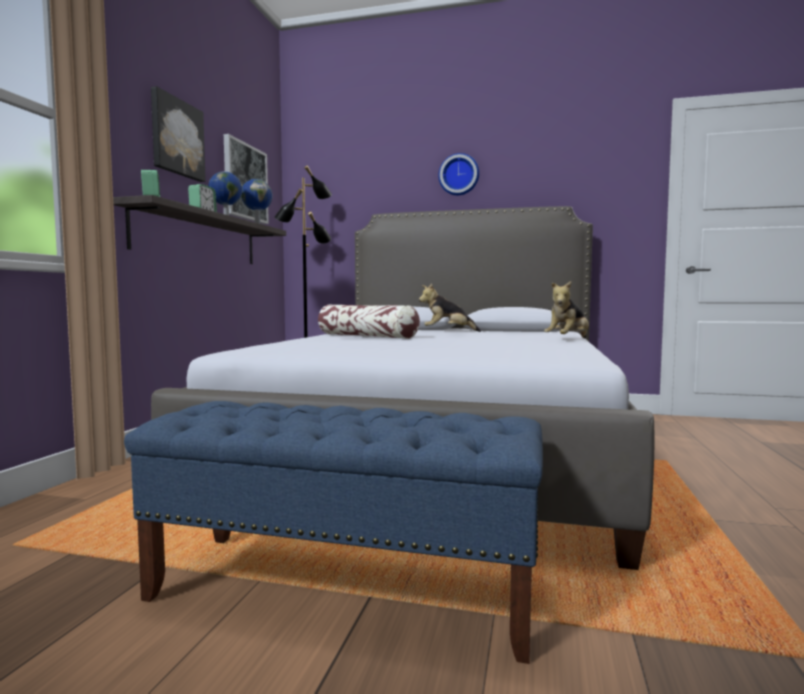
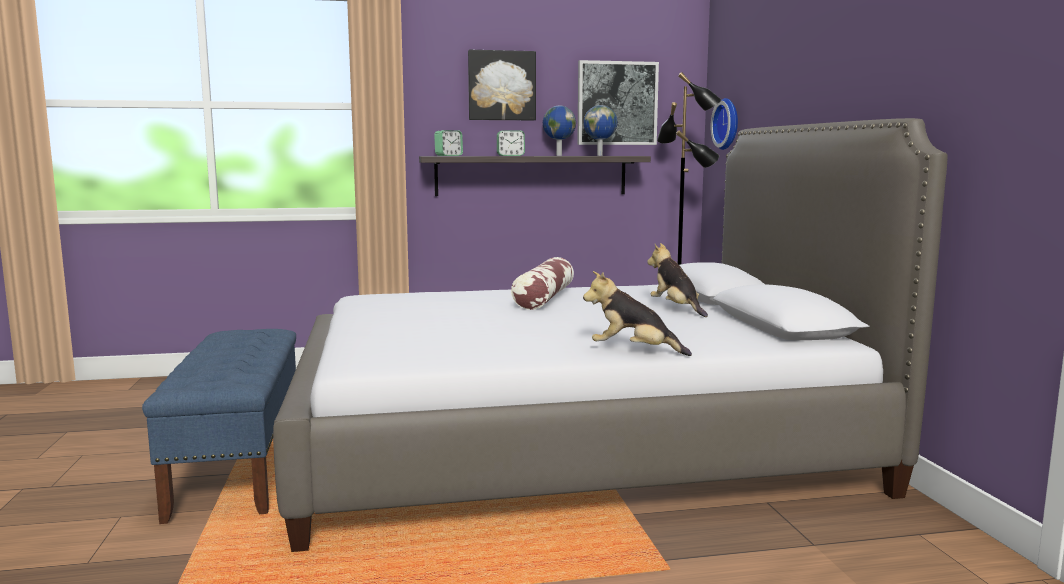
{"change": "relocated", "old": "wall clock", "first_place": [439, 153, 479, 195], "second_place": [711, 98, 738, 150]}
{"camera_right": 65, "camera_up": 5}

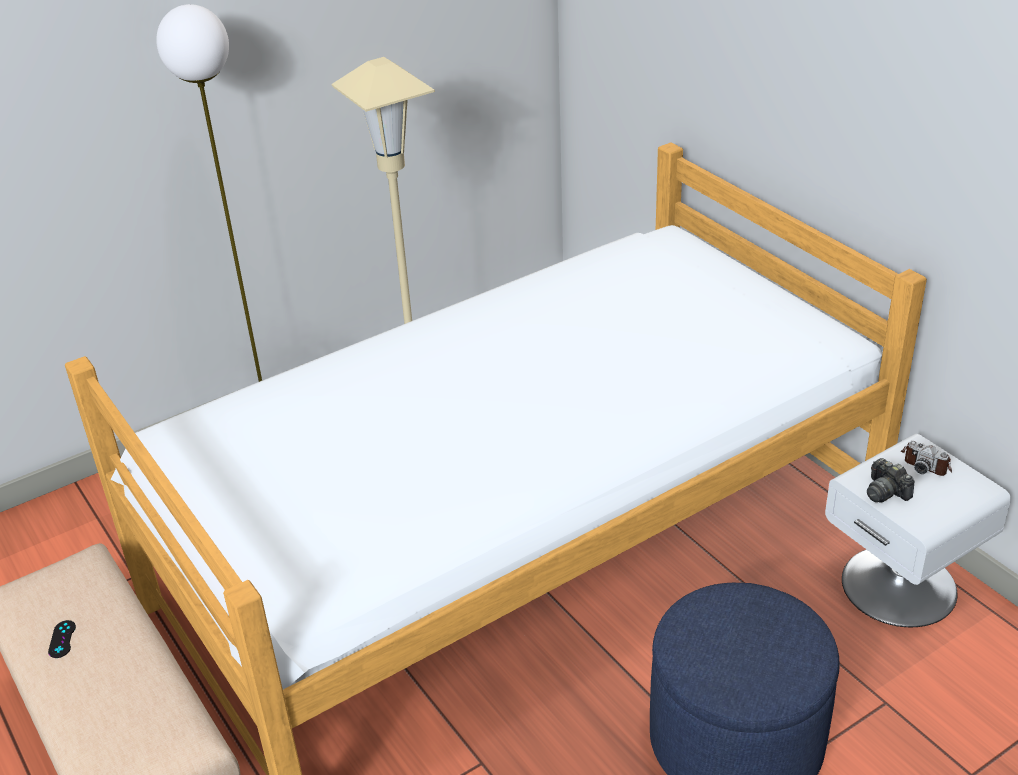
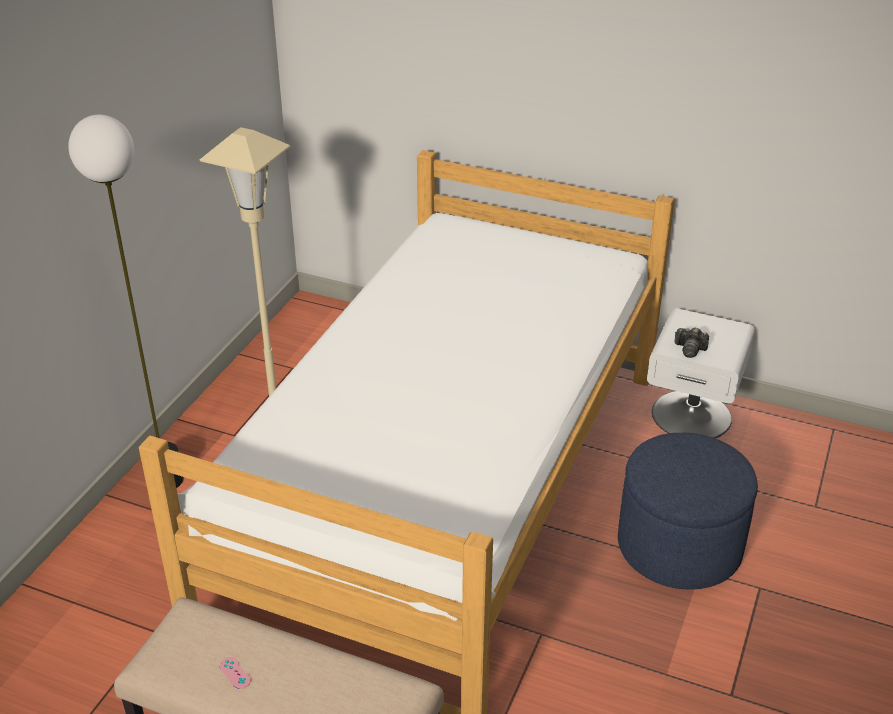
{"change": "missing", "old": "photo camera", "first_place": [901, 441, 952, 476]}
{"change": "colour", "old": "black game controller", "new": "pink game controller", "first_place": [48, 620, 76, 658], "second_place": [220, 657, 251, 689]}
{"camera_right": -35, "camera_up": 0}

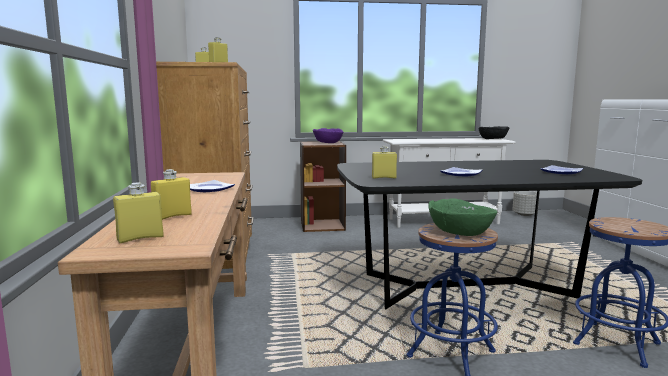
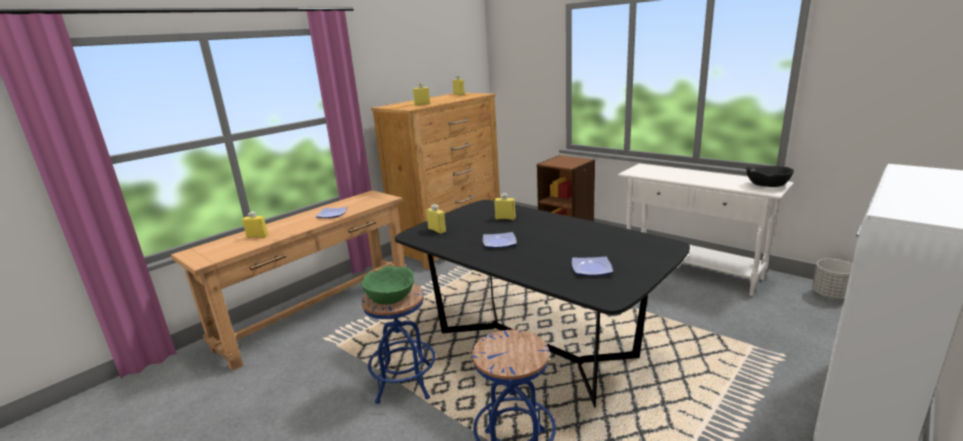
{"change": "missing", "old": "purple bowl", "first_place": [313, 128, 343, 143]}
{"change": "relocated", "old": "yellow bottle", "first_place": [113, 183, 164, 243], "second_place": [494, 193, 516, 220]}
{"camera_right": 50, "camera_up": 10}

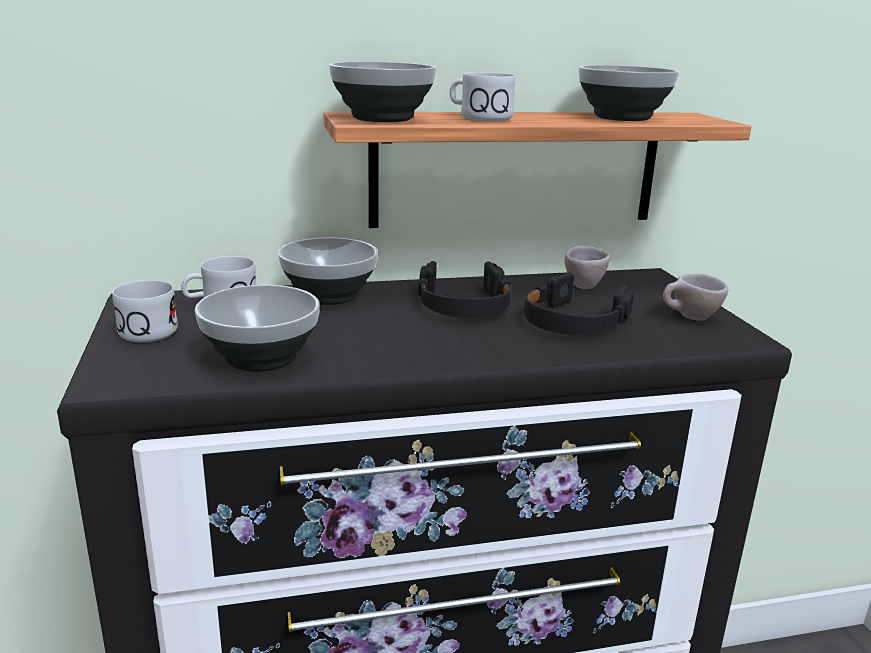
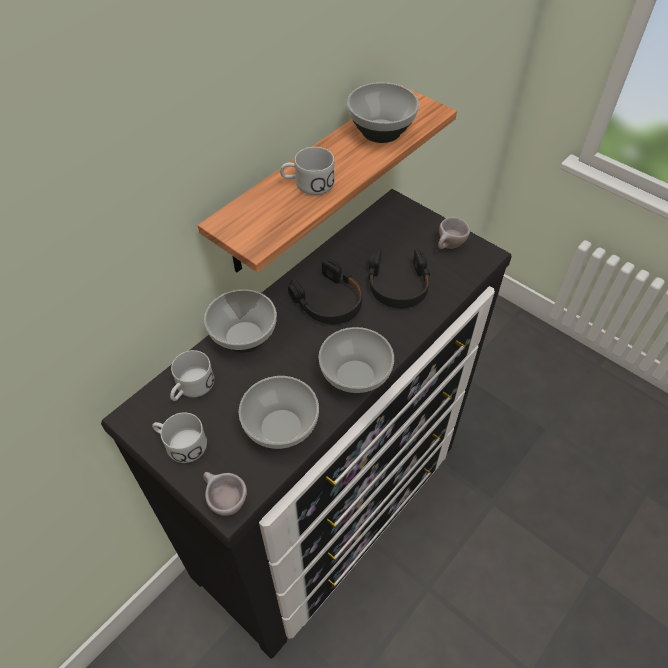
{"change": "relocated", "old": "bowl", "first_place": [329, 62, 436, 122], "second_place": [319, 327, 394, 394]}
{"change": "relocated", "old": "beige cup", "first_place": [565, 246, 610, 289], "second_place": [203, 472, 247, 516]}
{"camera_right": -35, "camera_up": 30}

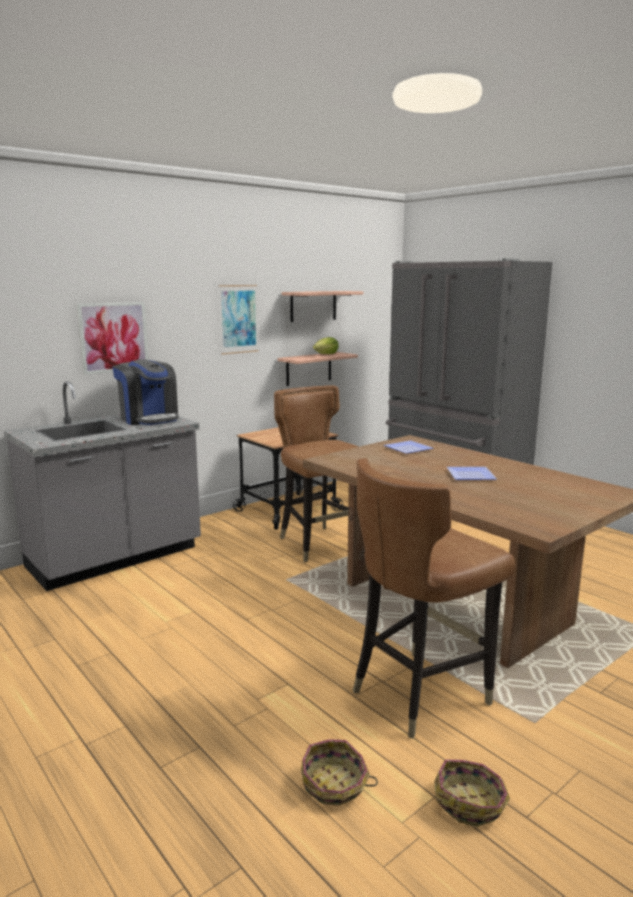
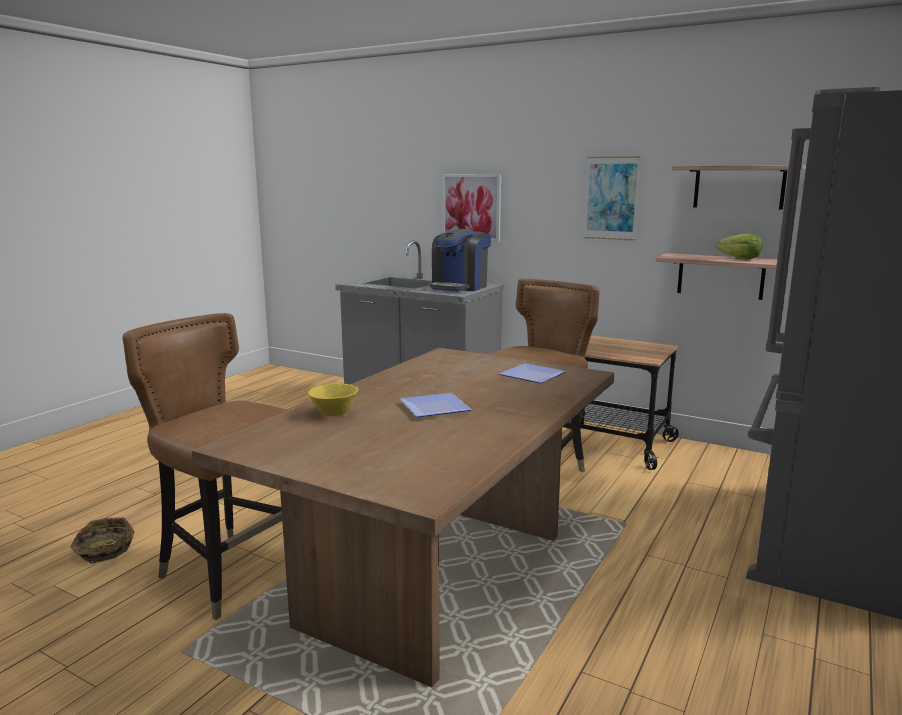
{"change": "missing", "old": "basket", "first_place": [434, 759, 510, 827]}
{"change": "appeared", "new": "yellow bowl", "second_place": [308, 383, 358, 416]}
{"camera_right": 70, "camera_up": 0}

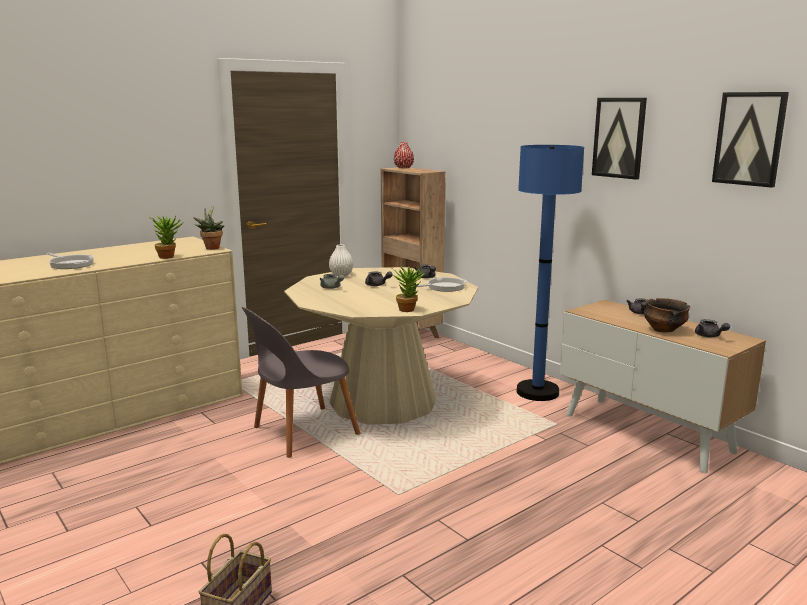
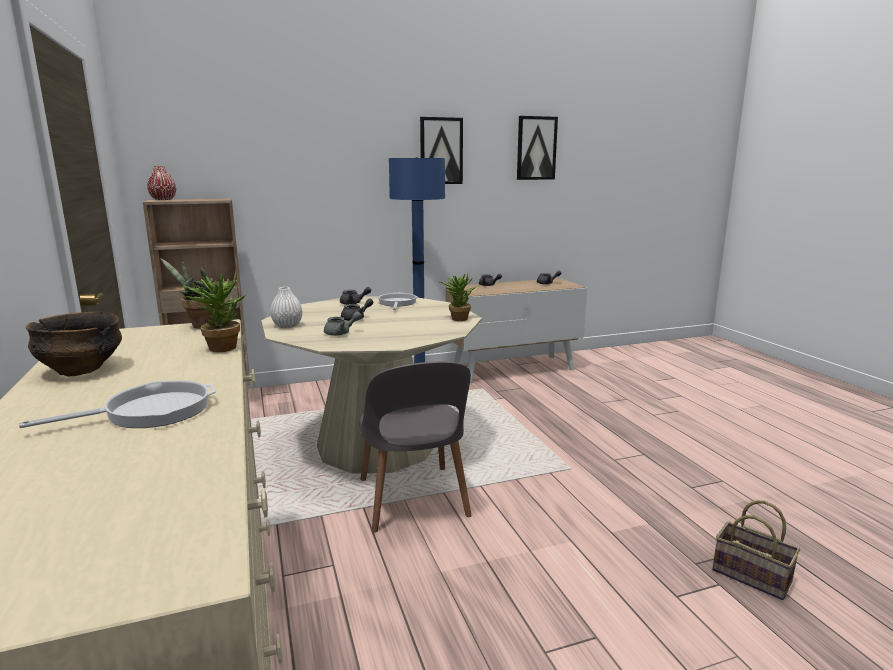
{"change": "relocated", "old": "bowl", "first_place": [644, 298, 690, 333], "second_place": [26, 312, 122, 376]}
{"camera_right": -70, "camera_up": 0}

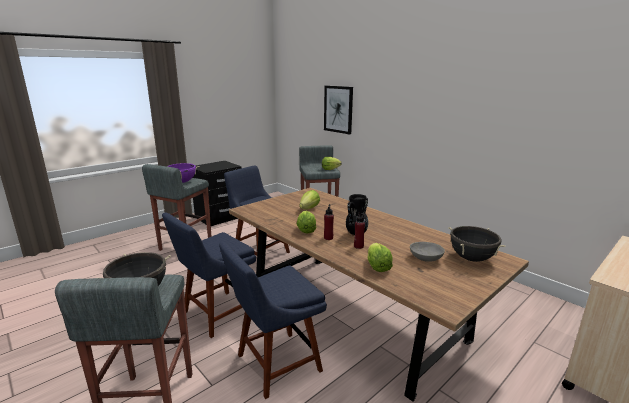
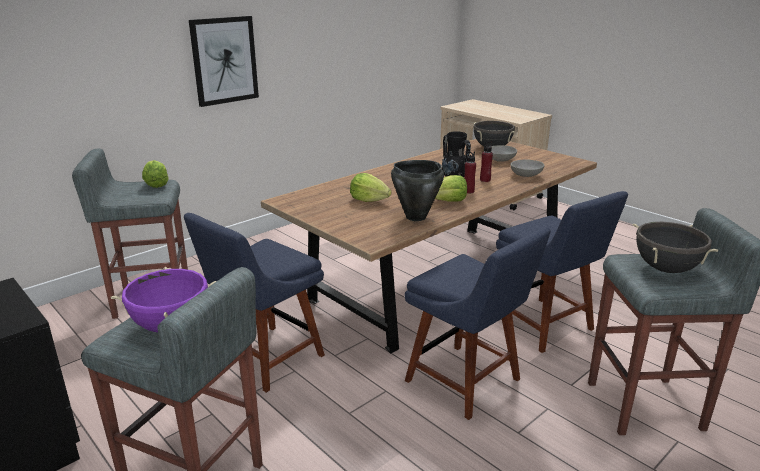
{"change": "relocated", "old": "picture", "first_place": [324, 86, 353, 134], "second_place": [189, 16, 259, 107]}
{"change": "exchanged", "old": "lettuce", "new": "grey bowl", "first_place": [367, 243, 393, 272], "second_place": [510, 159, 544, 177]}
{"change": "appeared", "new": "black cooking pot", "second_place": [391, 160, 444, 221]}
{"camera_right": -90, "camera_up": 5}

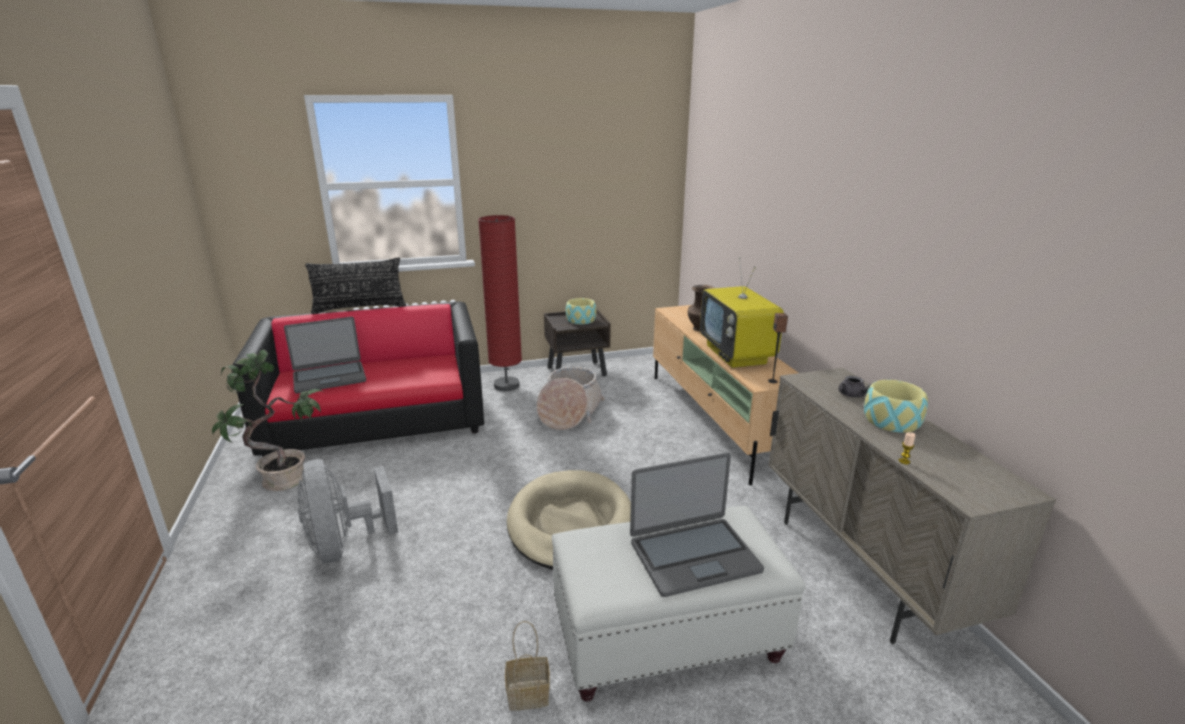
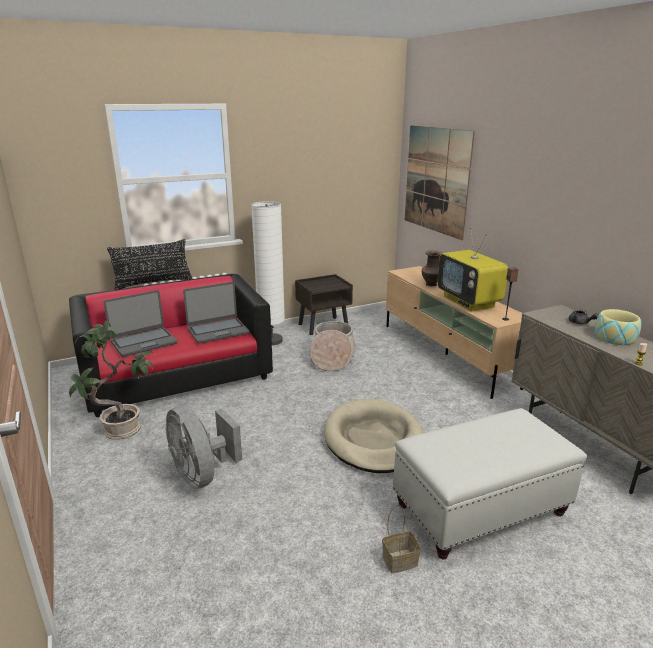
{"change": "colour", "old": "red floor lamp", "new": "white floor lamp", "first_place": [478, 215, 522, 391], "second_place": [251, 201, 285, 345]}
{"change": "missing", "old": "bowl", "first_place": [566, 298, 596, 324]}
{"change": "relocated", "old": "laptop", "first_place": [630, 453, 764, 597], "second_place": [183, 282, 249, 344]}
{"change": "appeared", "new": "picture", "second_place": [405, 125, 475, 240]}
{"camera_right": -10, "camera_up": 0}

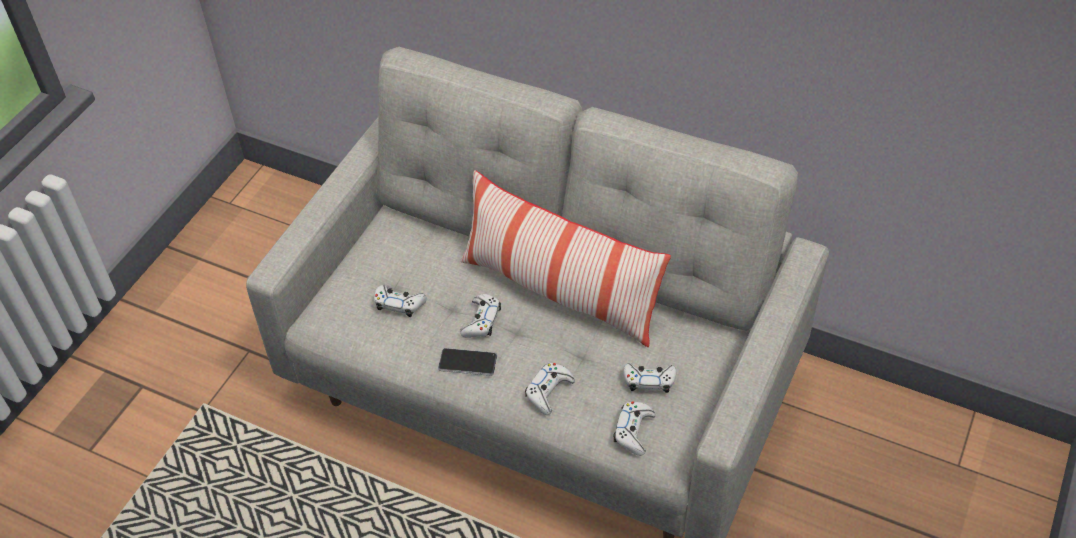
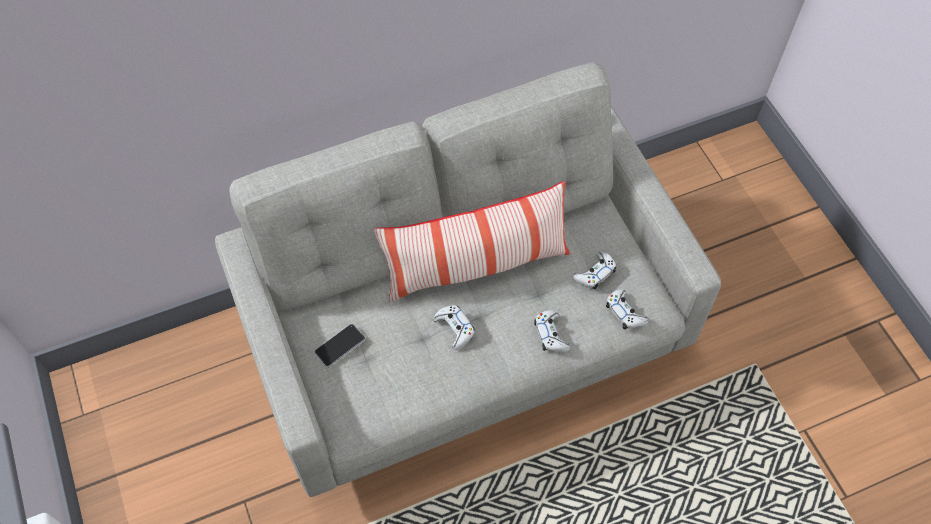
{"change": "missing", "old": "white game controller", "first_place": [374, 285, 427, 317]}
{"change": "relocated", "old": "phone", "first_place": [438, 348, 497, 376], "second_place": [314, 324, 365, 367]}
{"camera_right": -50, "camera_up": 10}

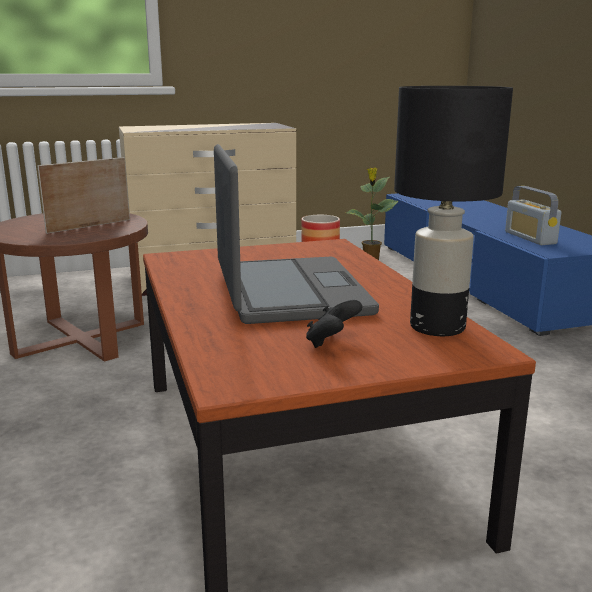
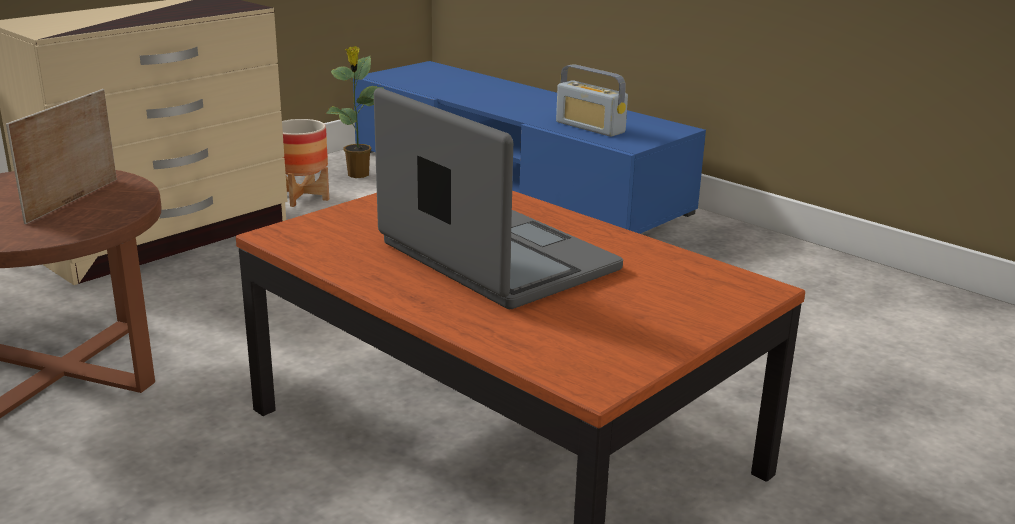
{"change": "missing", "old": "black table lamp", "first_place": [394, 86, 513, 336]}
{"change": "missing", "old": "black game controller", "first_place": [306, 300, 362, 348]}
{"camera_right": -30, "camera_up": 5}

